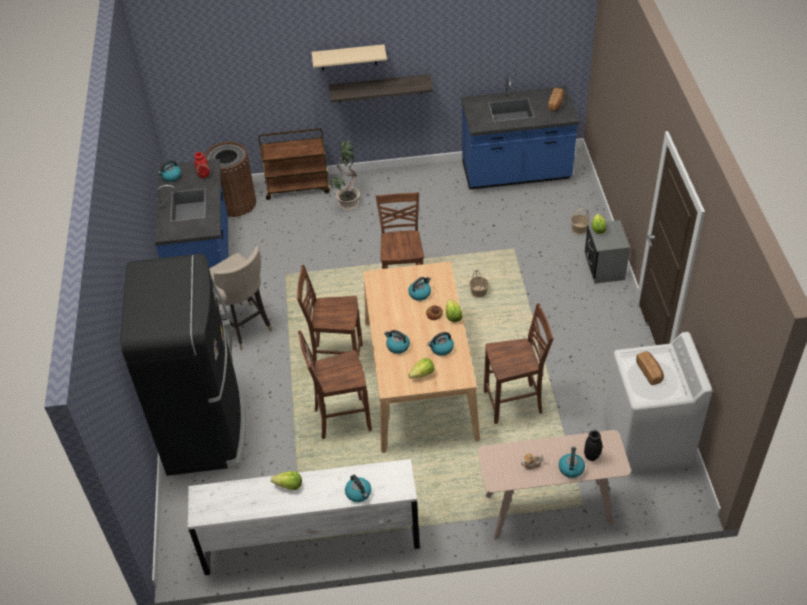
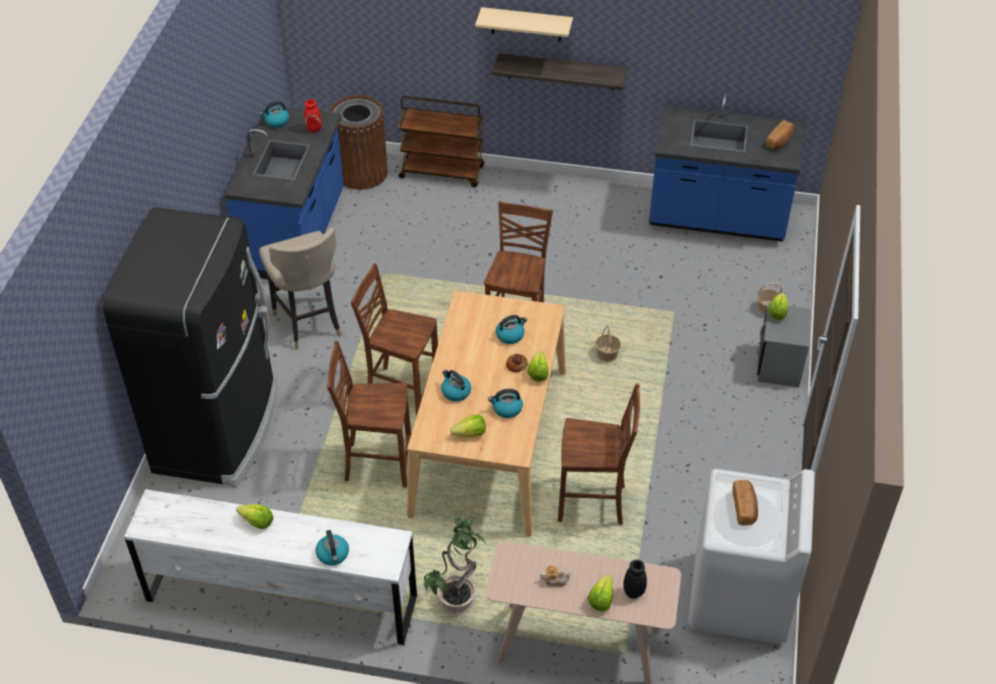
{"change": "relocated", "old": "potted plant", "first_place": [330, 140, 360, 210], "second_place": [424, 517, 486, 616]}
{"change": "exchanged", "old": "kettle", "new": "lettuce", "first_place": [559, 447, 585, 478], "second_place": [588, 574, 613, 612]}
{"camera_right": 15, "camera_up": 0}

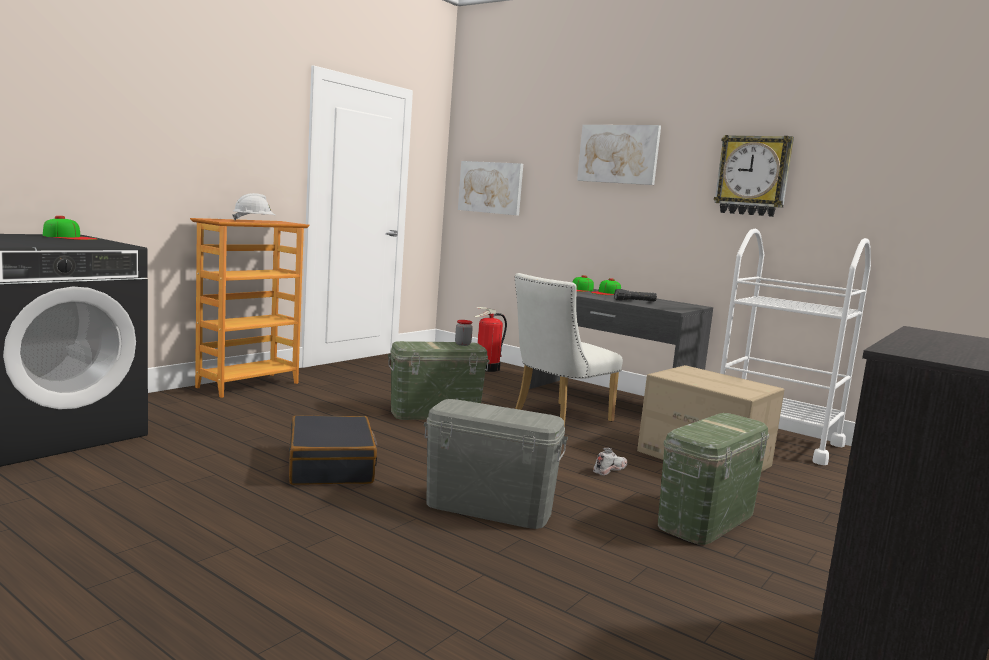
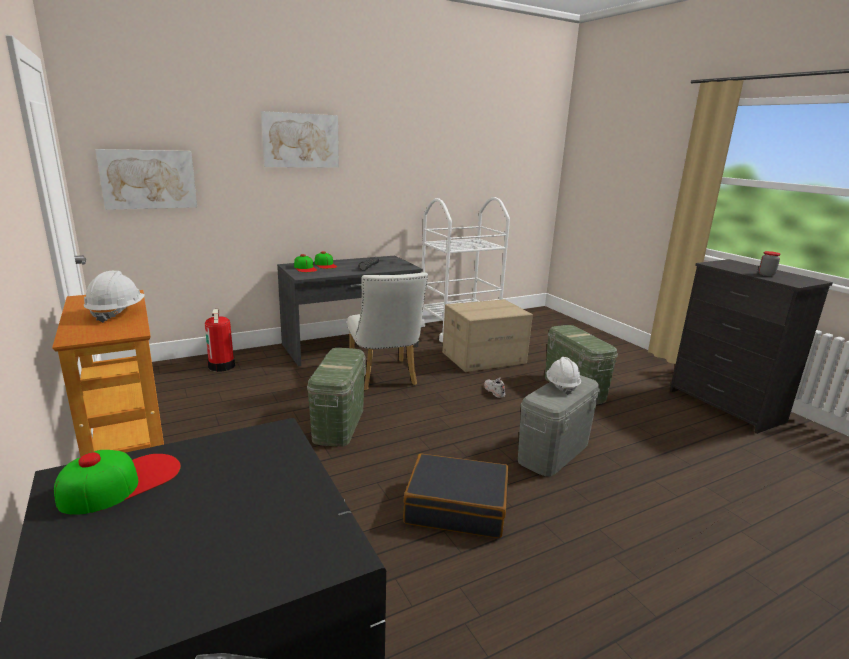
{"change": "missing", "old": "wall clock", "first_place": [714, 135, 794, 217]}
{"change": "relocated", "old": "jar", "first_place": [455, 320, 473, 346], "second_place": [758, 251, 781, 276]}
{"change": "appeared", "new": "white hard hat", "second_place": [547, 357, 581, 395]}
{"camera_right": -65, "camera_up": 10}

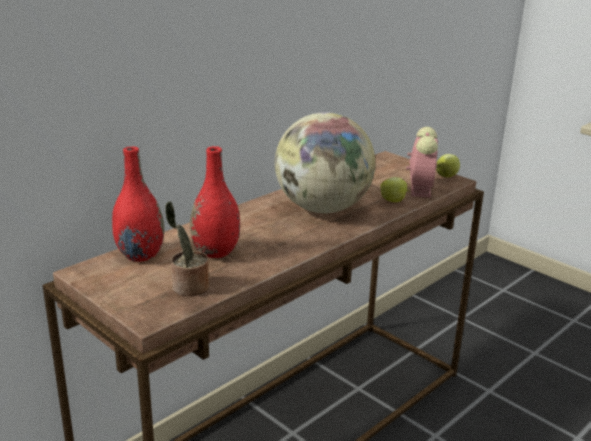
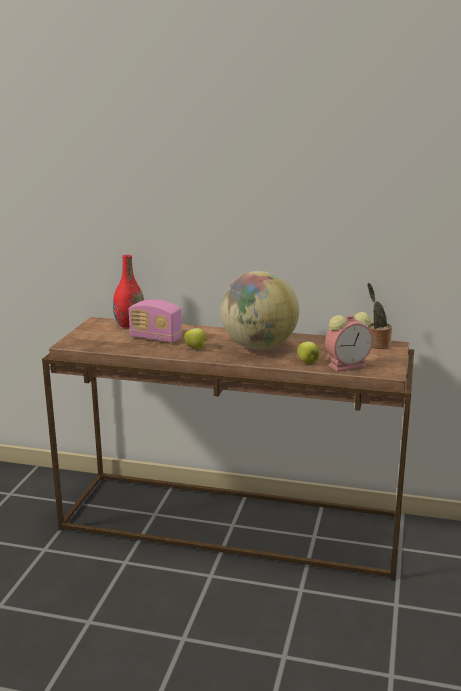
{"change": "exchanged", "old": "red vase", "new": "radio", "first_place": [190, 146, 240, 258], "second_place": [129, 300, 182, 343]}
{"change": "relocated", "old": "apple", "first_place": [436, 154, 460, 177], "second_place": [184, 328, 208, 349]}
{"change": "relocated", "old": "potted plant", "first_place": [165, 201, 209, 296], "second_place": [367, 283, 392, 349]}
{"camera_right": 60, "camera_up": -5}

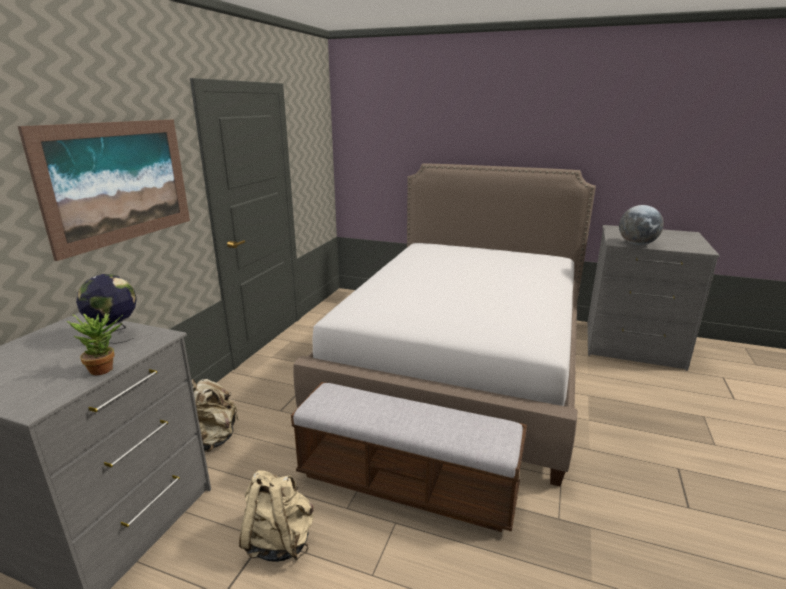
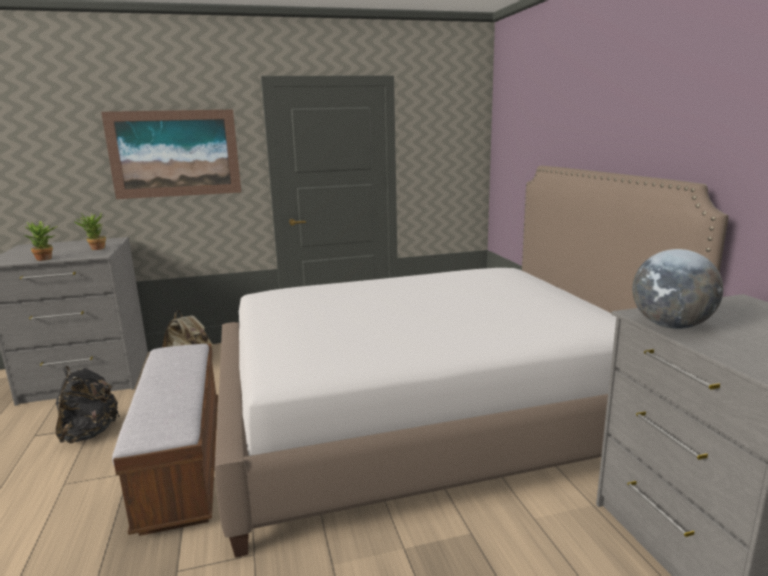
{"change": "exchanged", "old": "globe", "new": "potted plant", "first_place": [76, 274, 137, 344], "second_place": [74, 213, 106, 250]}
{"change": "colour", "old": "beige backpack", "new": "black backpack", "first_place": [239, 470, 314, 562], "second_place": [56, 366, 120, 443]}
{"camera_right": 55, "camera_up": -5}

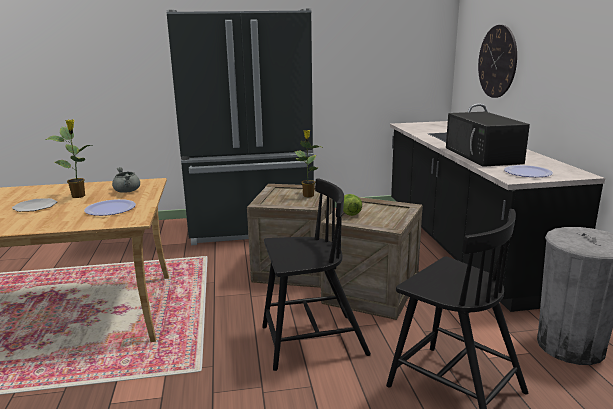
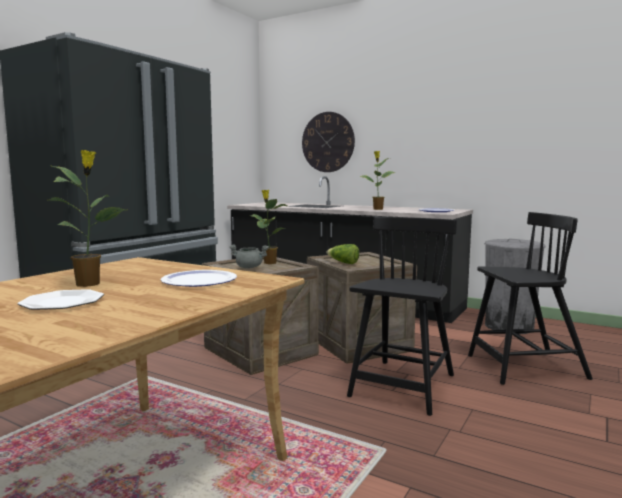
{"change": "exchanged", "old": "black microwave", "new": "potted plant", "first_place": [446, 112, 530, 167], "second_place": [360, 151, 395, 210]}
{"change": "relocated", "old": "grey cooking pot", "first_place": [112, 167, 140, 193], "second_place": [229, 244, 269, 269]}
{"camera_right": -50, "camera_up": -10}

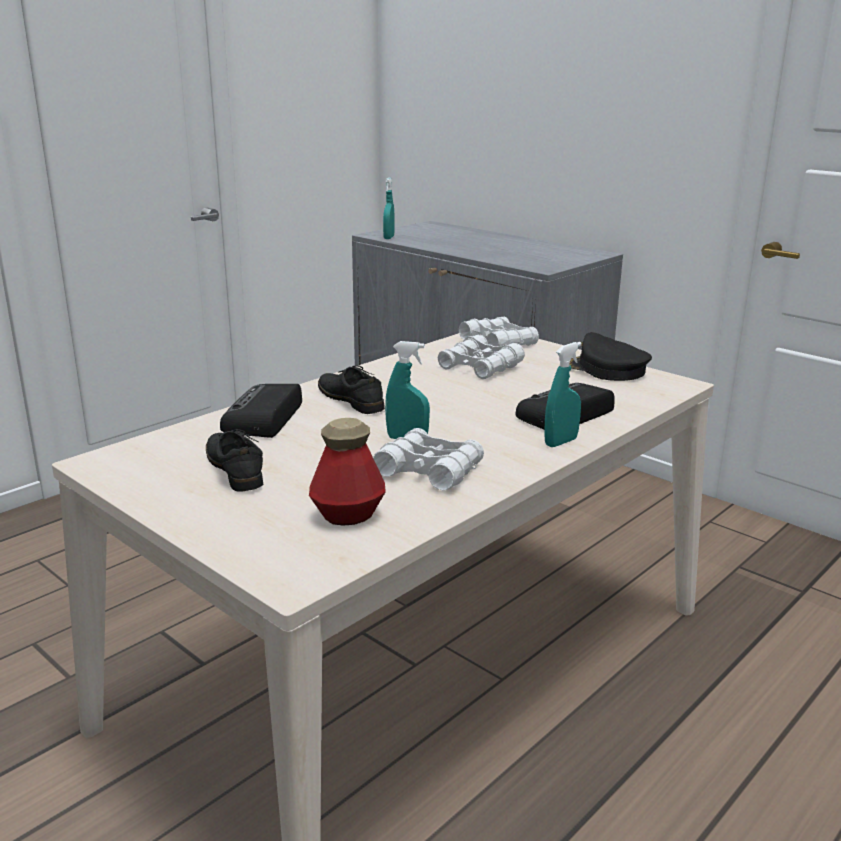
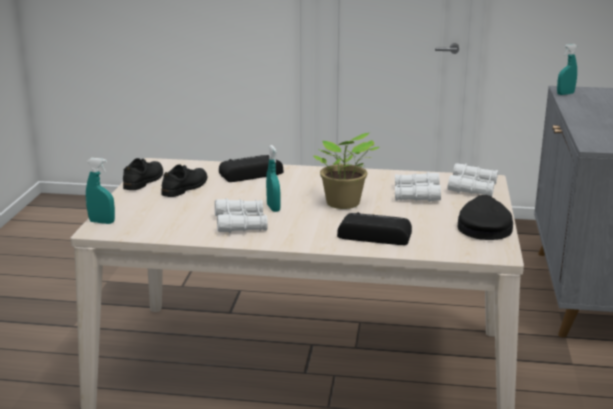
{"change": "relocated", "old": "turquoise spray bottle", "first_place": [544, 342, 582, 447], "second_place": [86, 158, 115, 224]}
{"change": "relocated", "old": "black shoe", "first_place": [318, 365, 385, 414], "second_place": [123, 158, 163, 190]}
{"change": "missing", "old": "bottle", "first_place": [309, 418, 386, 525]}
{"change": "appeared", "new": "potted plant", "second_place": [313, 133, 380, 209]}
{"camera_right": 55, "camera_up": 0}

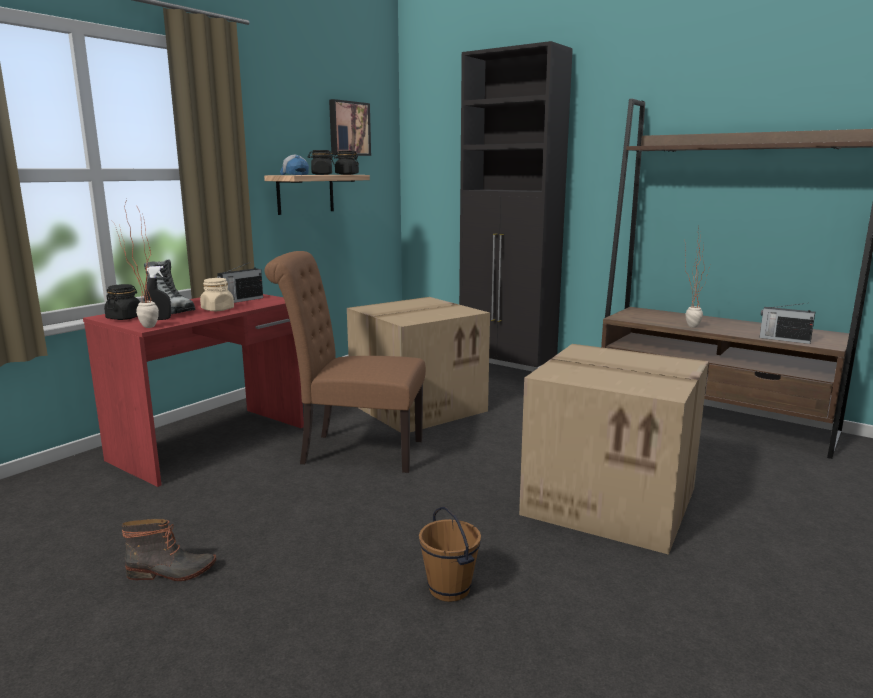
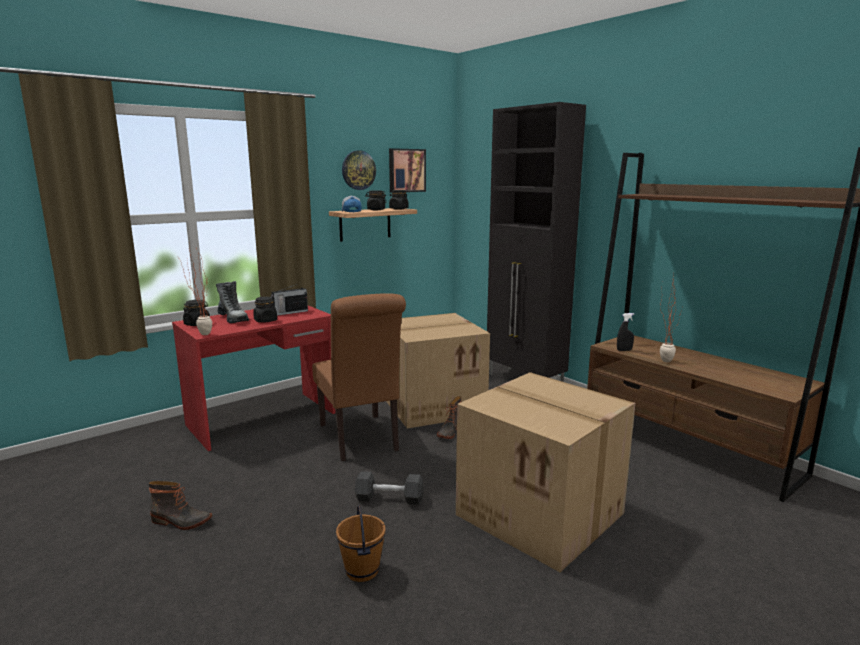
{"change": "spun", "old": "brown chair", "first_place": [265, 251, 426, 473], "second_place": [312, 293, 406, 461], "degrees": -135}
{"change": "relocated", "old": "black spray bottle", "first_place": [144, 266, 171, 320], "second_place": [617, 313, 634, 351]}
{"change": "colour", "old": "beige jar", "new": "black jar", "first_place": [200, 278, 234, 311], "second_place": [253, 297, 277, 323]}
{"change": "missing", "old": "radio", "first_place": [760, 303, 815, 344]}
{"change": "appeared", "new": "wall clock", "second_place": [342, 150, 376, 190]}
{"change": "appeared", "new": "boot", "second_place": [437, 396, 461, 439]}
{"change": "appeared", "new": "black dumbbell", "second_place": [355, 471, 423, 505]}
{"camera_right": 15, "camera_up": 0}

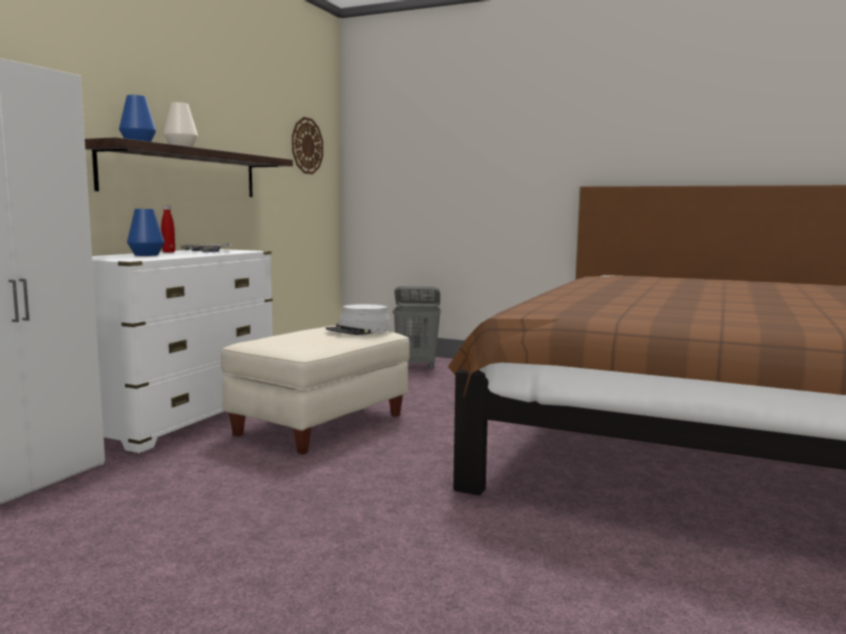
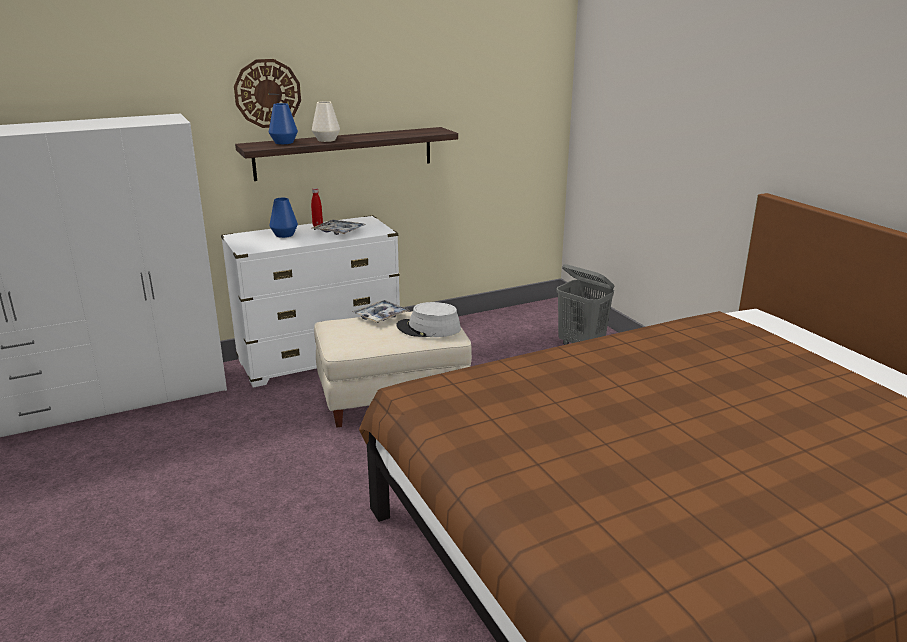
{"change": "relocated", "old": "wall clock", "first_place": [292, 117, 323, 174], "second_place": [234, 59, 301, 128]}
{"change": "appeared", "new": "tray", "second_place": [353, 300, 410, 323]}
{"camera_right": 40, "camera_up": 15}

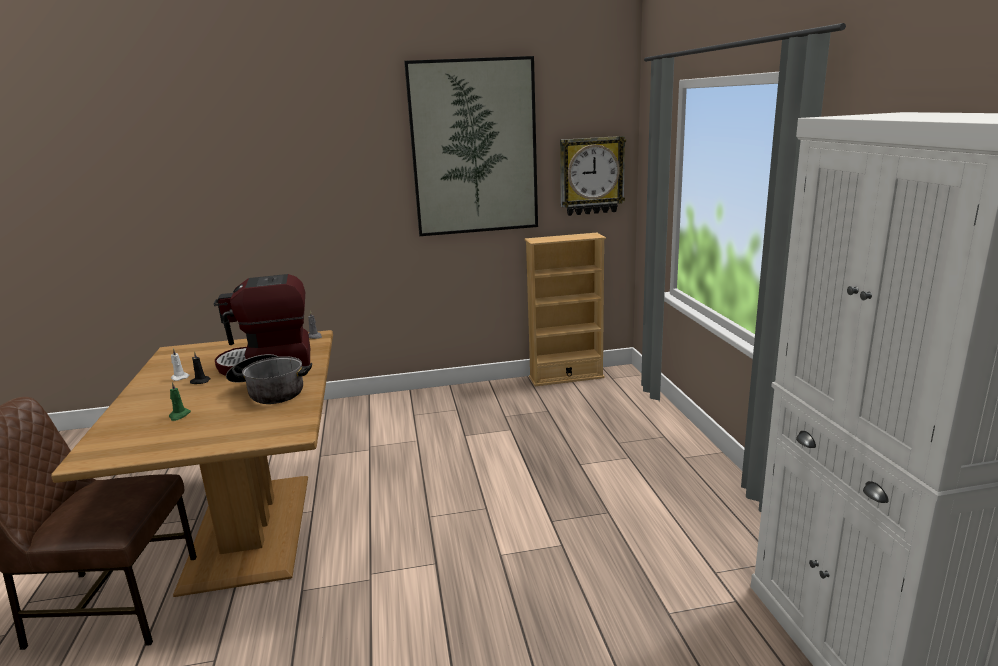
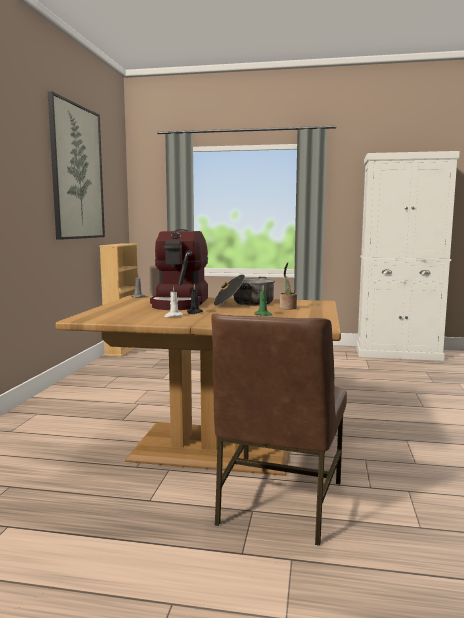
{"change": "missing", "old": "wall clock", "first_place": [560, 136, 626, 216]}
{"change": "appeared", "new": "potted plant", "second_place": [280, 263, 297, 310]}
{"camera_right": -70, "camera_up": -10}

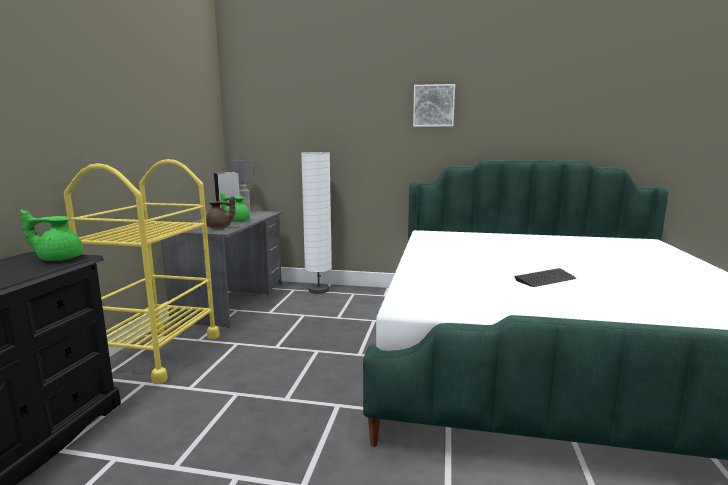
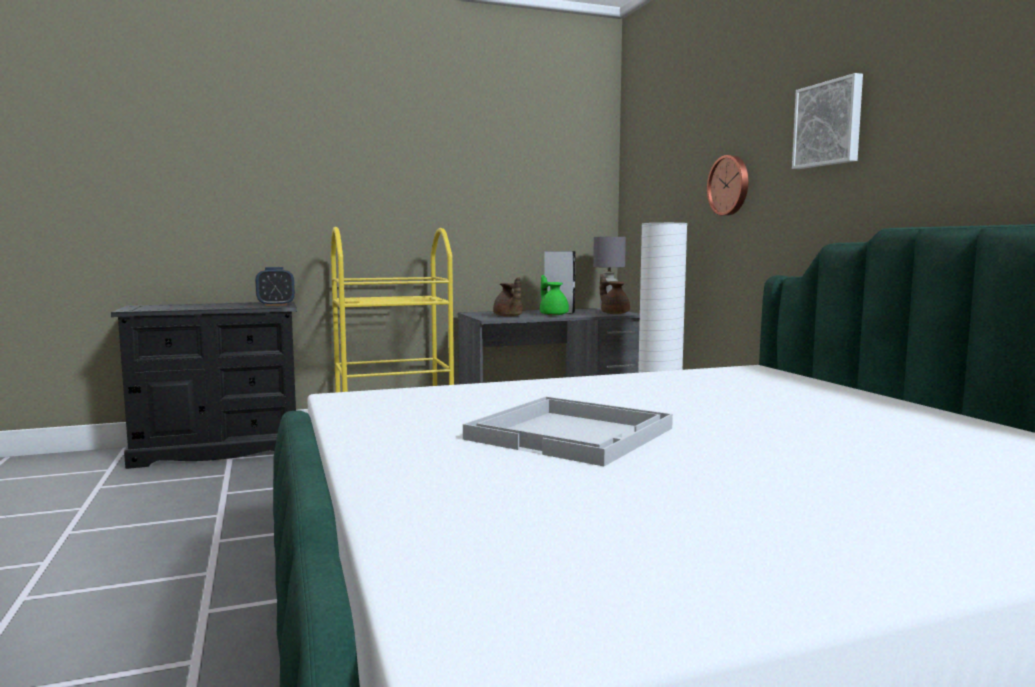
{"change": "exchanged", "old": "green teapot", "new": "alarm clock", "first_place": [20, 209, 83, 261], "second_place": [255, 267, 295, 306]}
{"change": "exchanged", "old": "keyboard", "new": "white tray", "first_place": [514, 268, 576, 287], "second_place": [463, 397, 673, 466]}
{"change": "appeared", "new": "wall clock", "second_place": [707, 155, 749, 216]}
{"change": "appeared", "new": "brown teapot", "second_place": [600, 274, 630, 314]}
{"camera_right": 60, "camera_up": -5}

